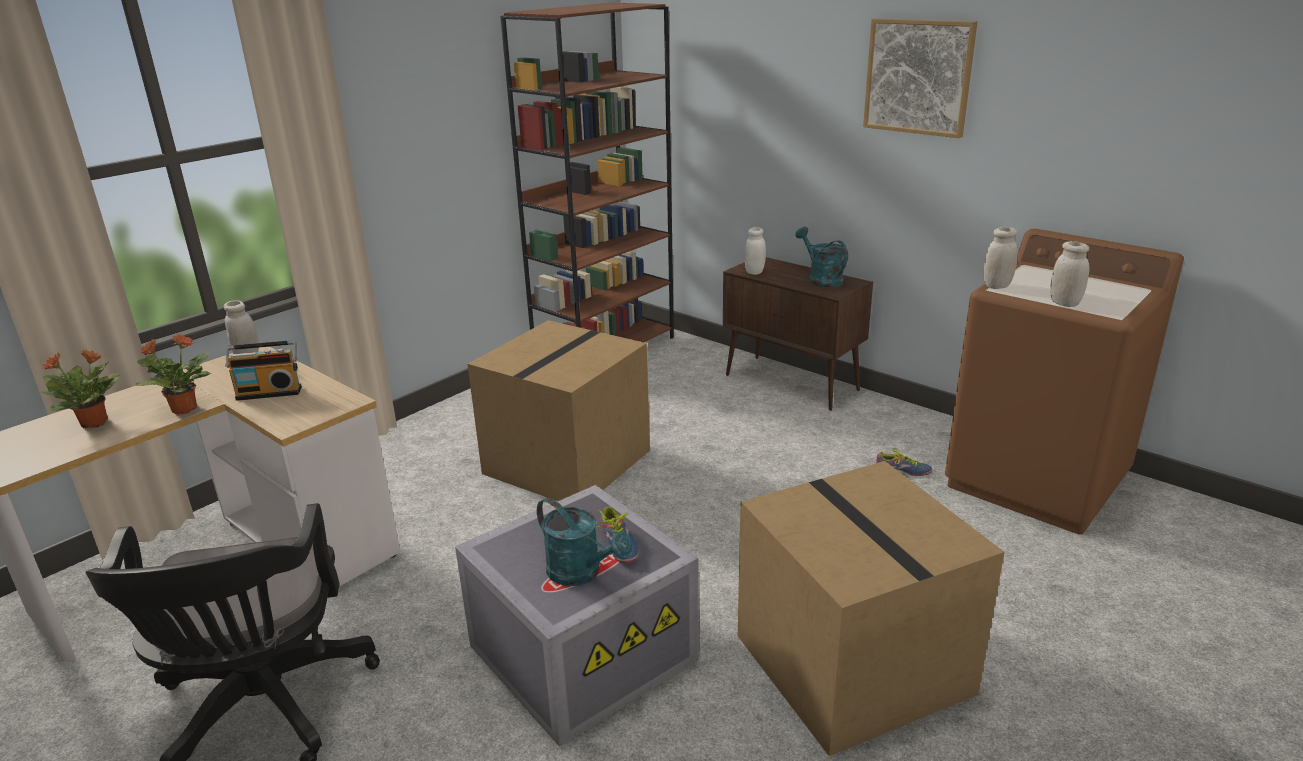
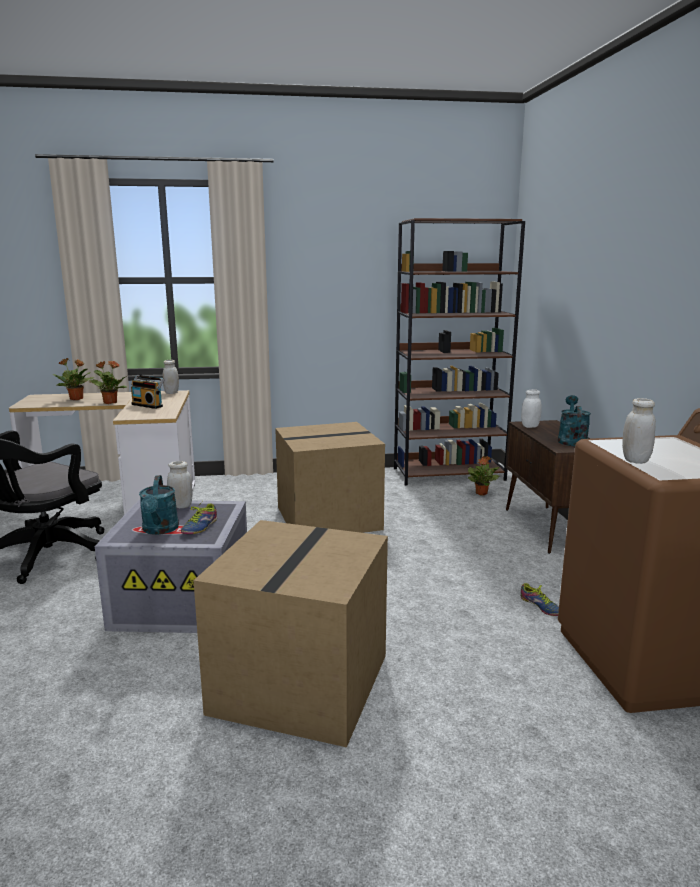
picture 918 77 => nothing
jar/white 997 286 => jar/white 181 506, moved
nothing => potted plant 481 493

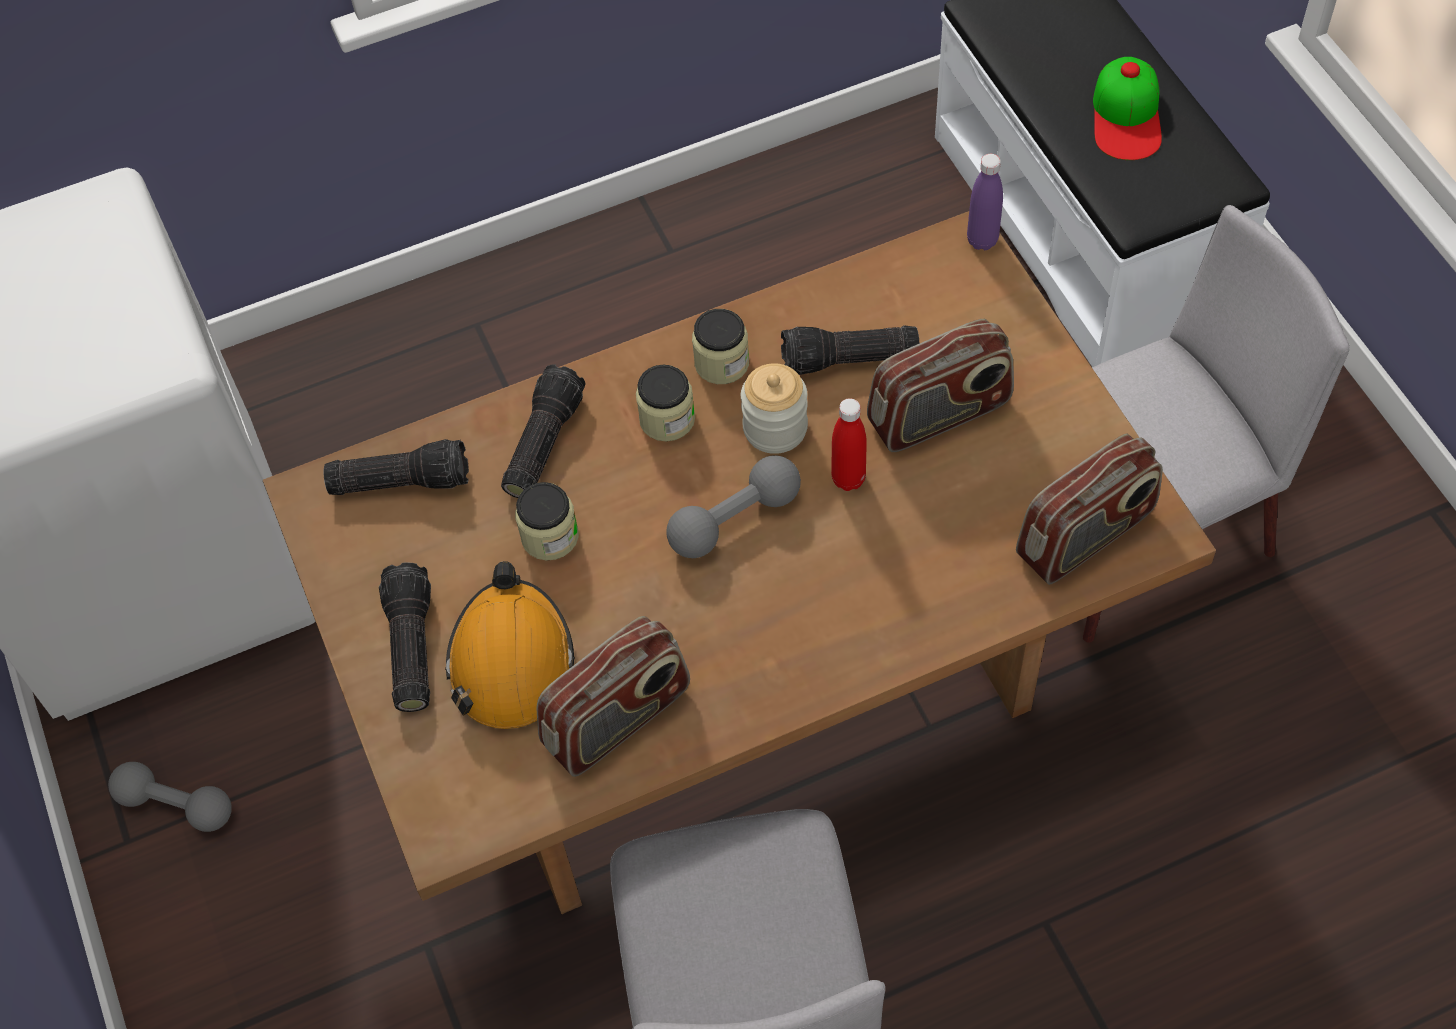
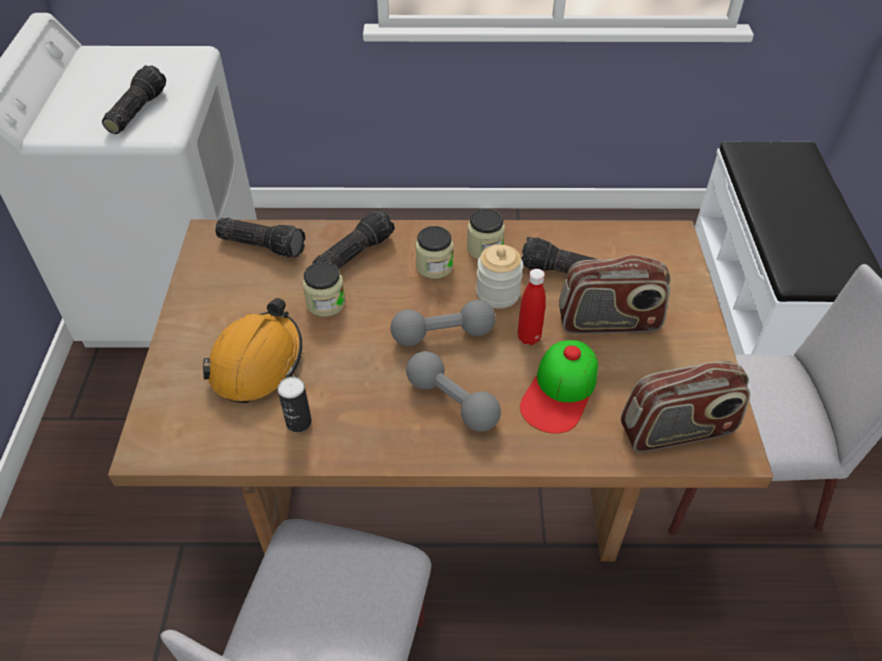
cap 1127 116 => cap 560 391, moved
bottle/purple 982 240 => nothing
flashlight 409 647 => flashlight 136 111, moved
radio 618 719 => can 299 422
dumbbell/grey 176 805 => dumbbell/grey 452 402, moved

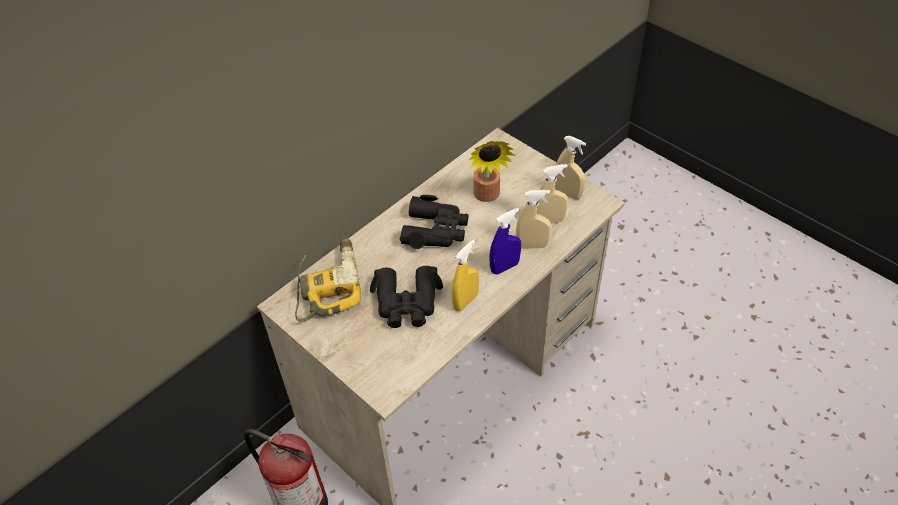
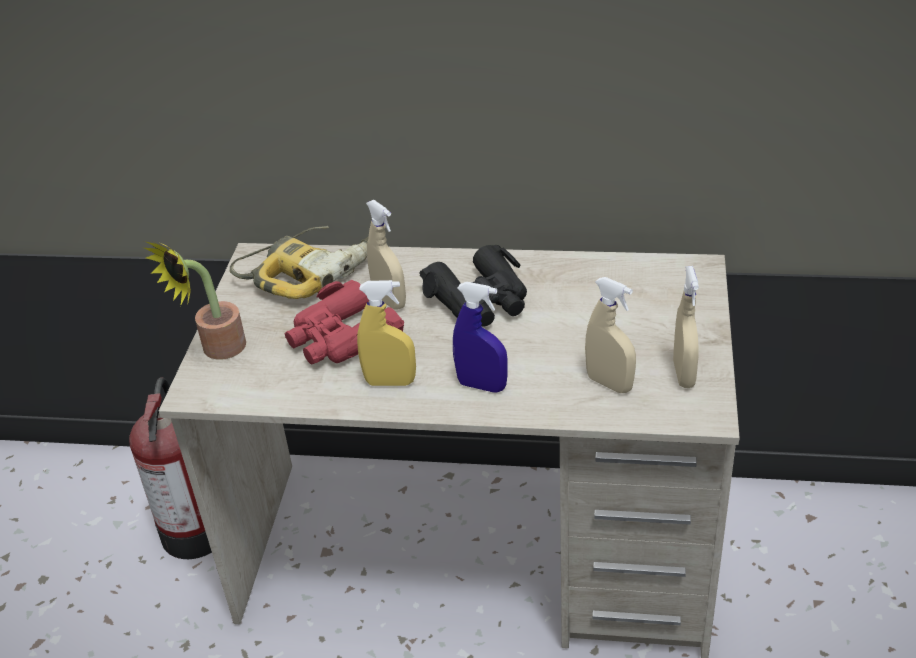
potted plant 487 196 => potted plant 216 350, moved
spray bottle/beige 532 245 => spray bottle/beige 389 300, moved
binoculars/black 407 303 => binoculars/red 342 338

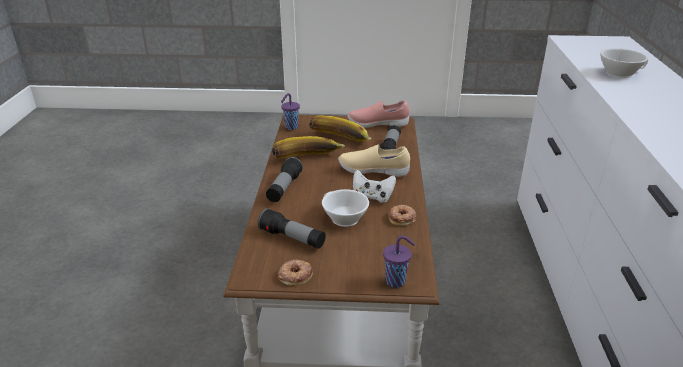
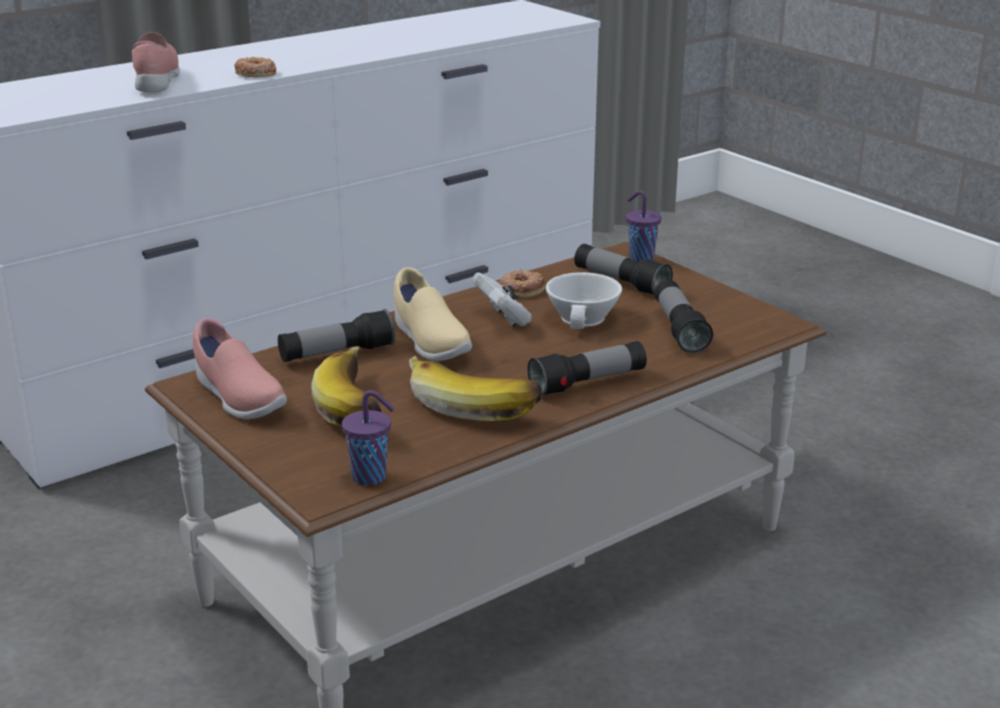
cup/white 619 72 => shoe/pink 157 81
donut 295 275 => donut 255 73, moved
nothing => flashlight 620 283

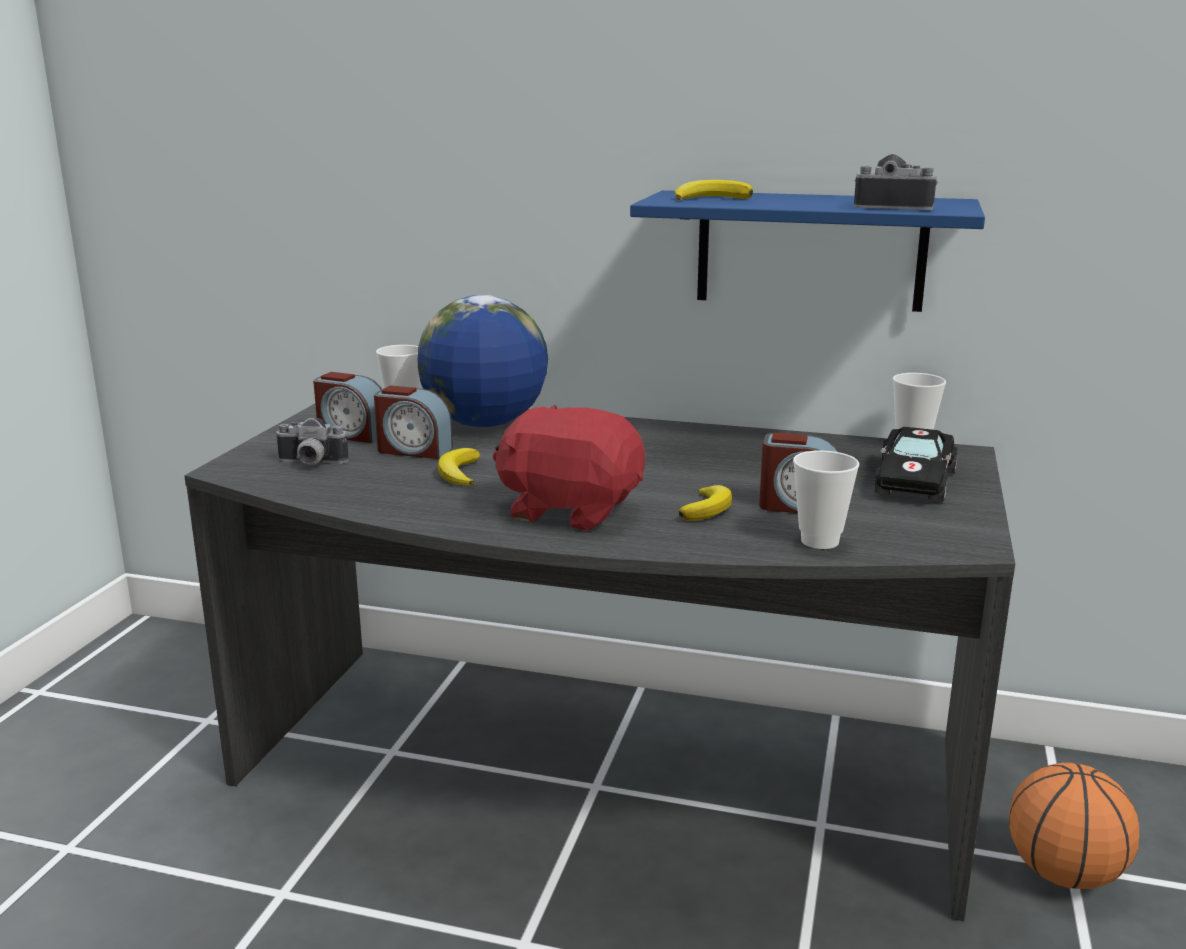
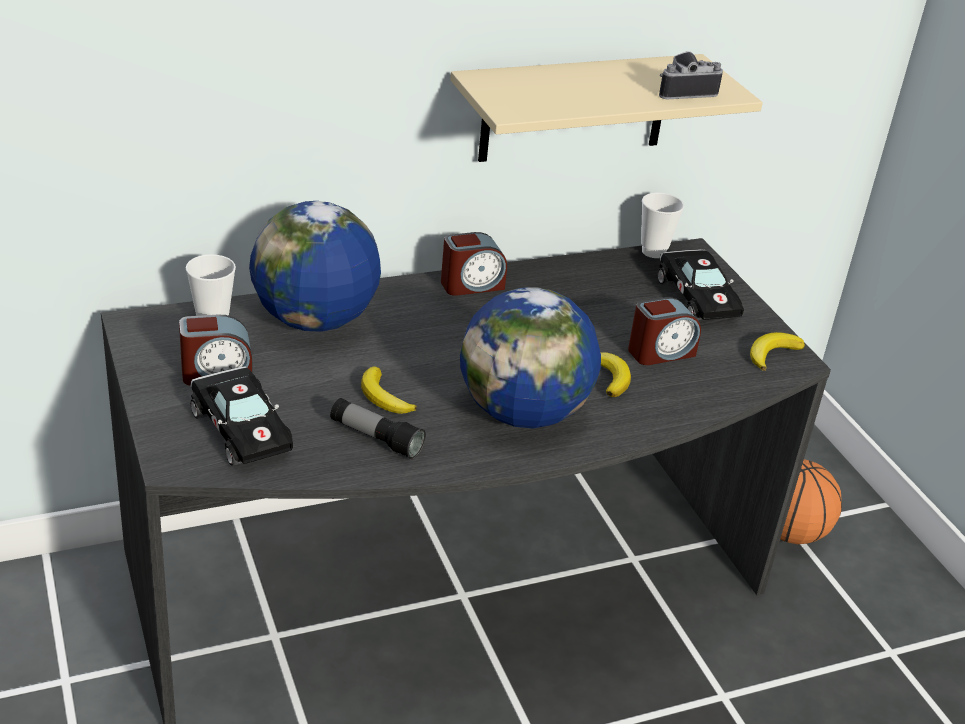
banana 711 198 => banana 772 354, moved
shelf/blue 810 250 => shelf/beige 575 107
alarm clock 413 450 => alarm clock 471 285, moved
plush toy/red 570 510 => globe 523 413
photo camera 310 463 => toy car/black 240 428
cup 819 541 => nothing
nothing => flashlight 376 438

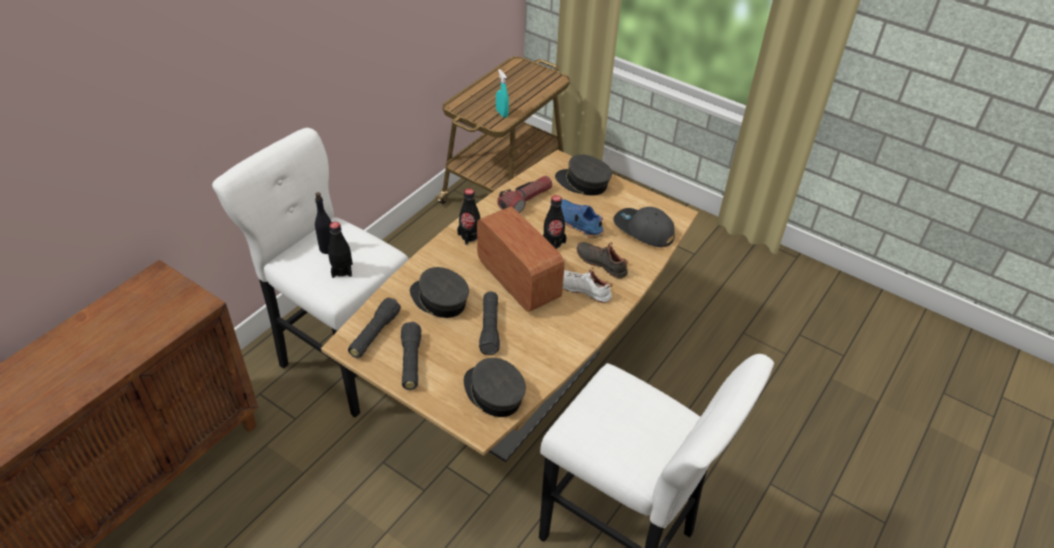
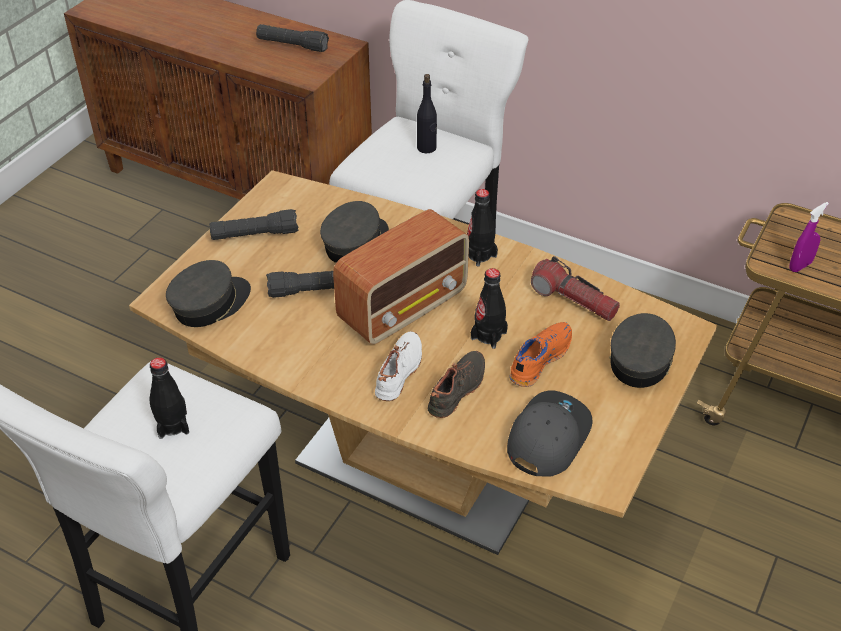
spray bottle/turquoise 502 113 => spray bottle/purple 800 266
shoe/blue 578 224 => shoe/orange 538 359
bottle/black 342 270 => bottle/black 173 425, moved
flashlight/black 375 334 => flashlight/black 292 45, moved

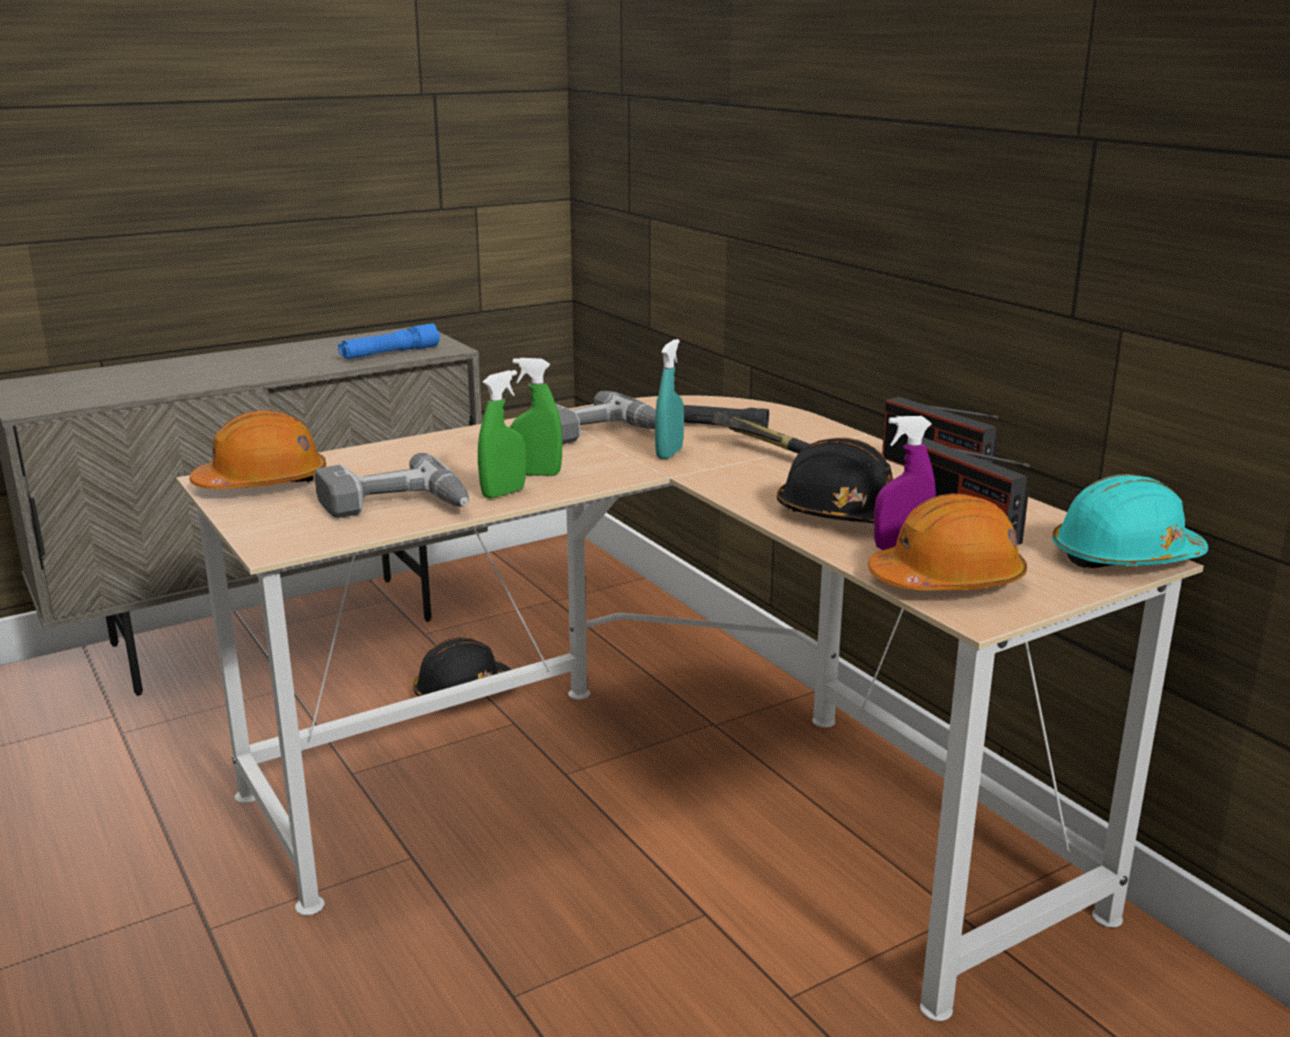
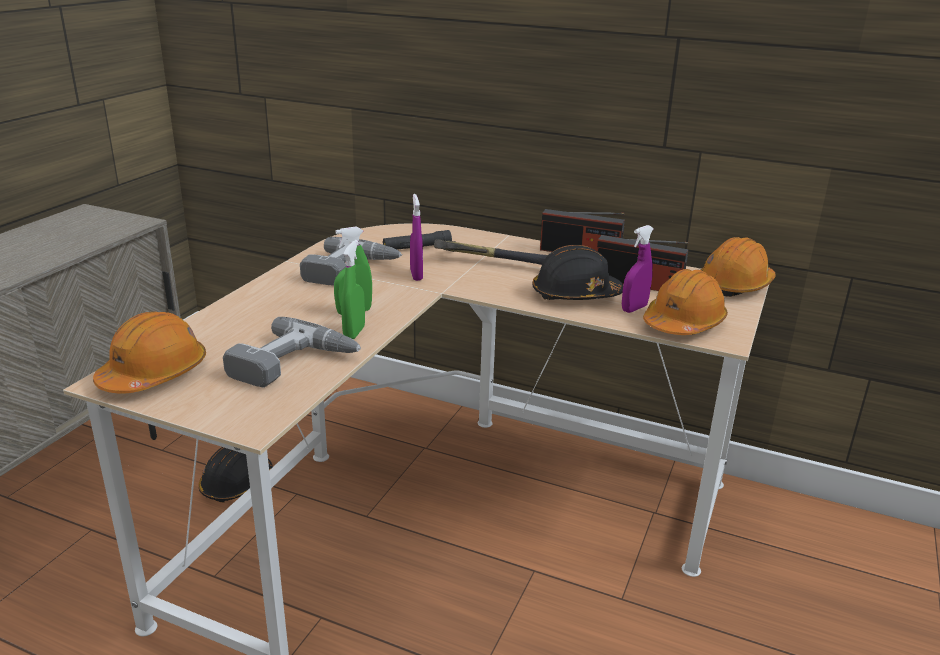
flashlight/blue 390 353 => nothing
spray bottle/turquoise 669 453 => spray bottle/purple 416 275
hard hat/turquoise 1124 557 => hard hat/orange 735 285

